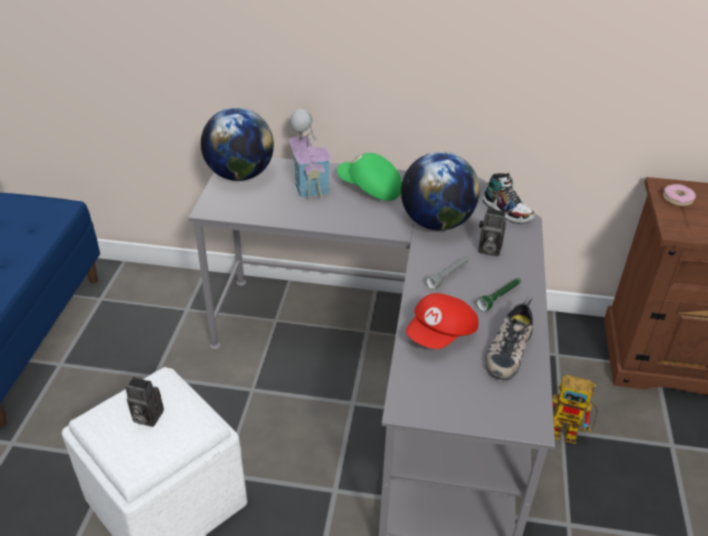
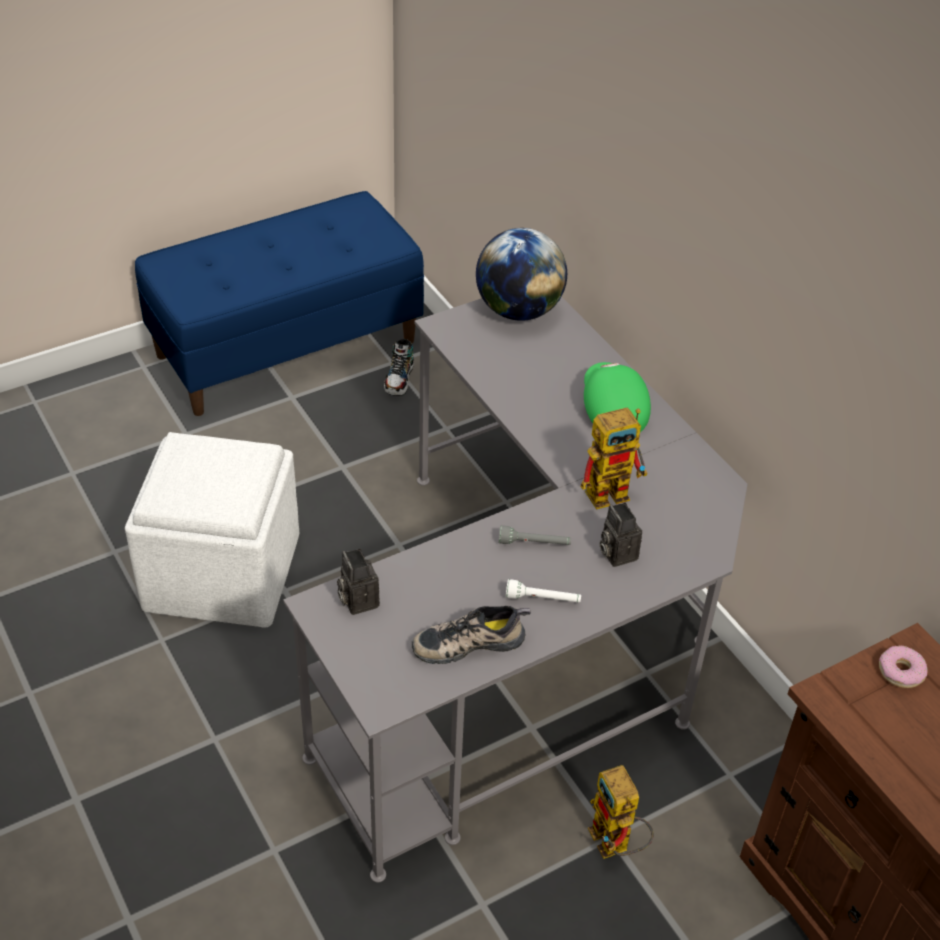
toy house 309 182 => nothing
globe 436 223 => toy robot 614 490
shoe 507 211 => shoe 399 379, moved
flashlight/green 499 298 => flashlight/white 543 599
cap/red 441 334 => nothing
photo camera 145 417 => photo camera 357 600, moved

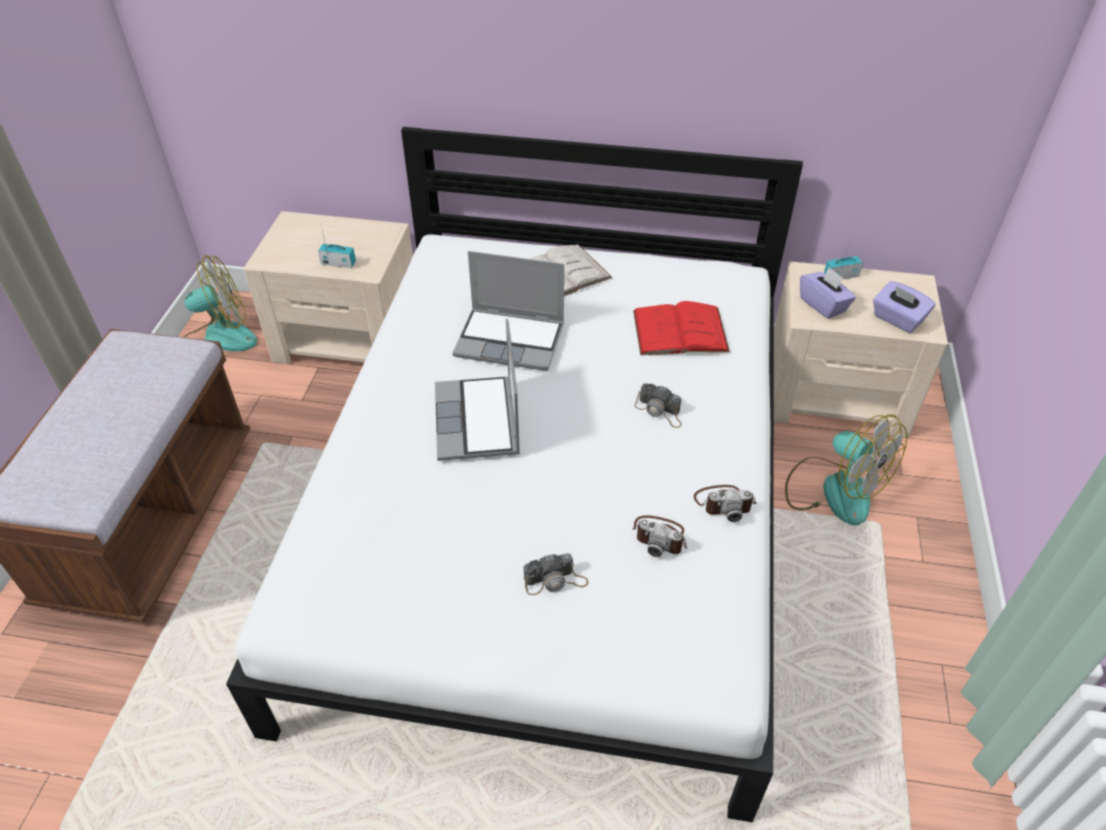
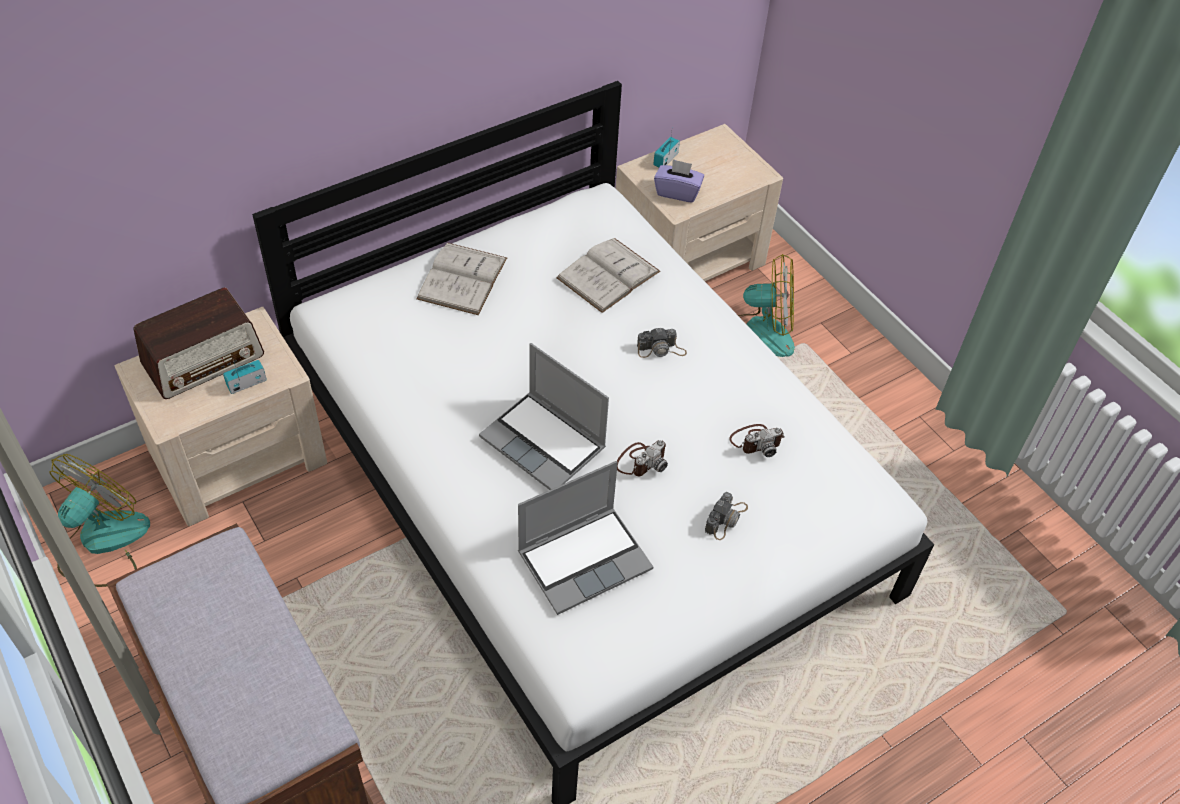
laptop 511 340 => laptop 585 559, moved
tissue box/purple 897 319 => nothing
book/red 680 331 => book/white 608 275
photo camera 724 503 => photo camera 641 461, moved
nothing => radio 204 360

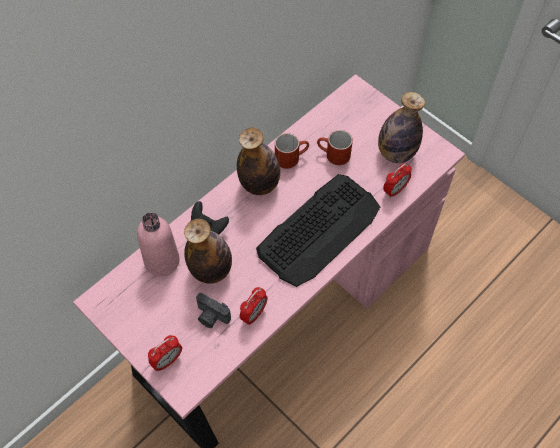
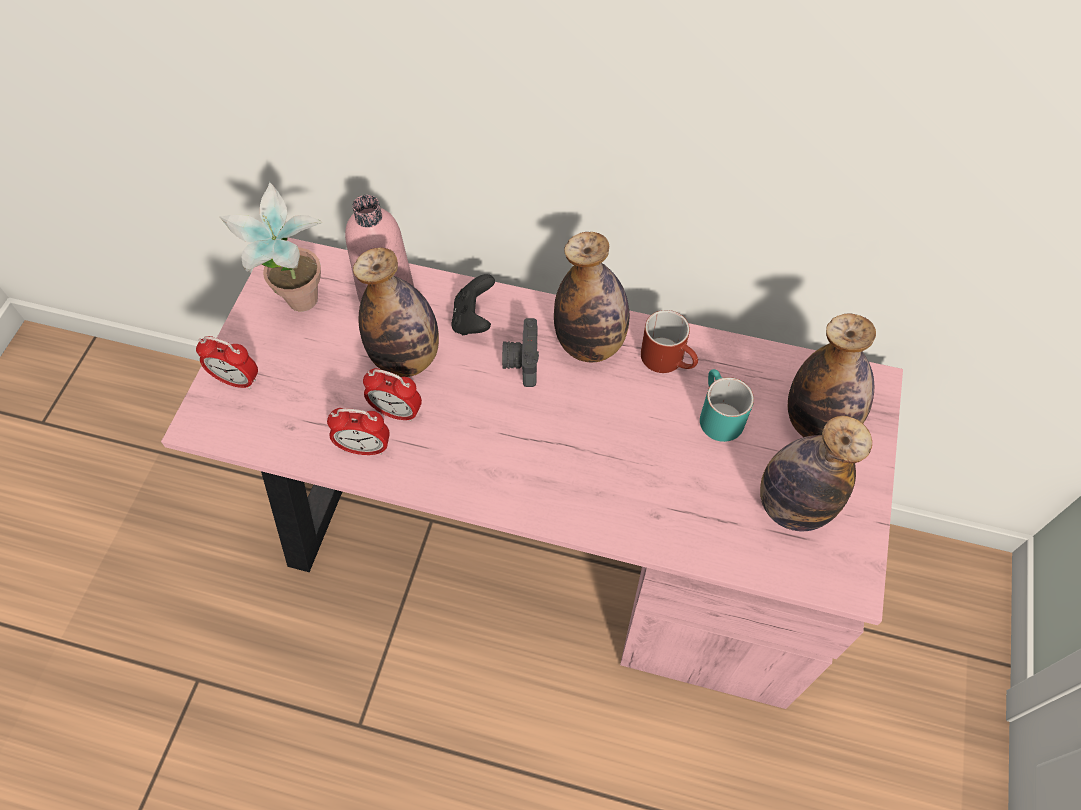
mug/red 333 155 => mug/turquoise 716 415
alarm clock 395 190 => alarm clock 396 412, moved
keyboard 319 229 => nothing
photo camera 211 317 => photo camera 521 362, moved
nothing => potted plant 301 309
nothing => bottle 818 423

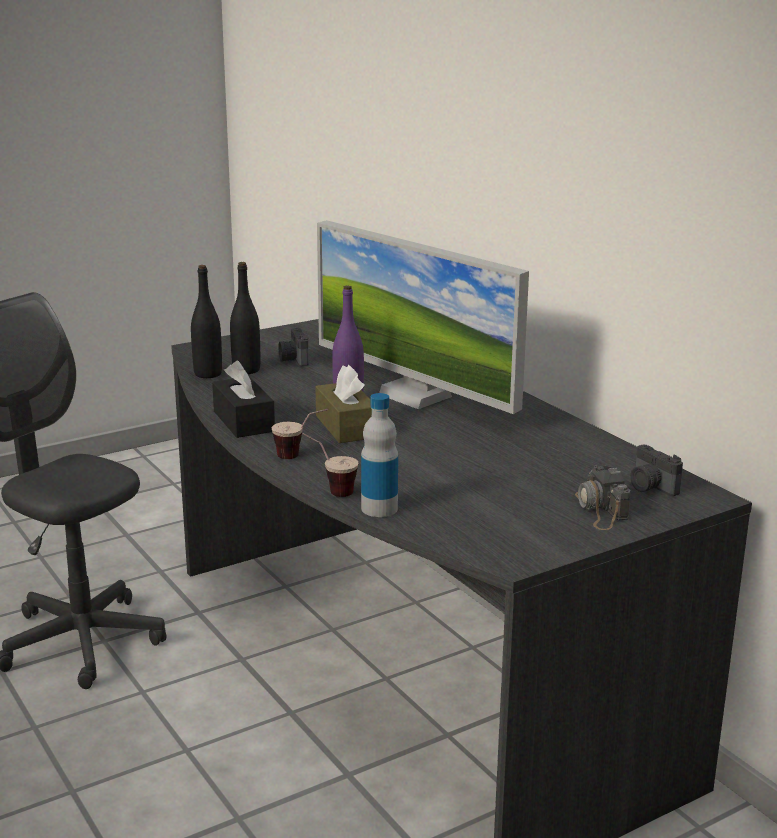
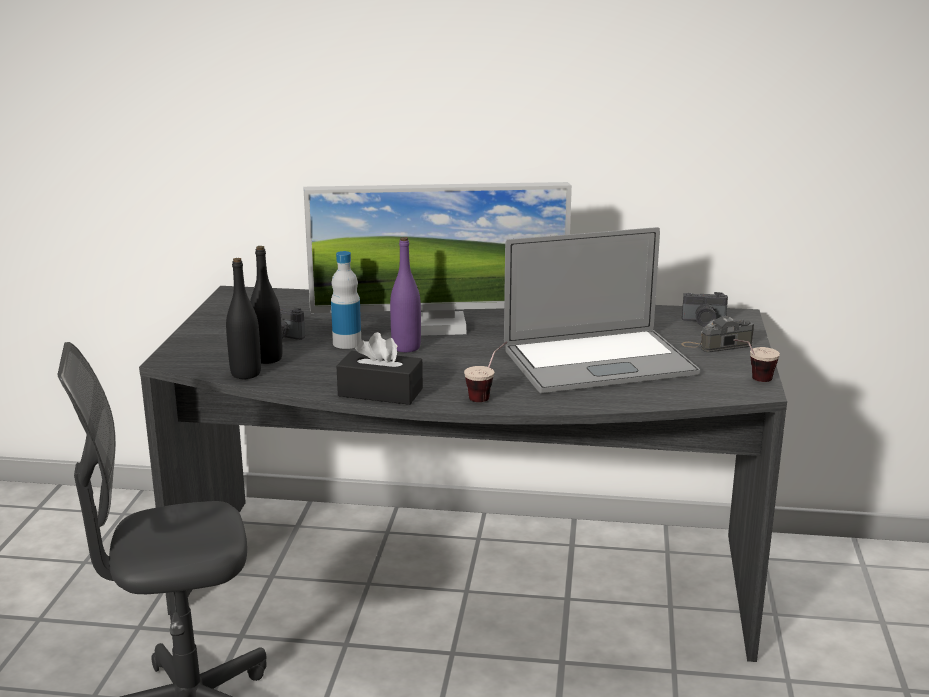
tissue box/brown 346 426 => nothing
bottle 379 508 => bottle 347 343, moved
cup 329 490 => cup 752 380, moved
photo camera 600 509 => photo camera 717 344, 135 degrees clockwise
nothing => laptop 598 362

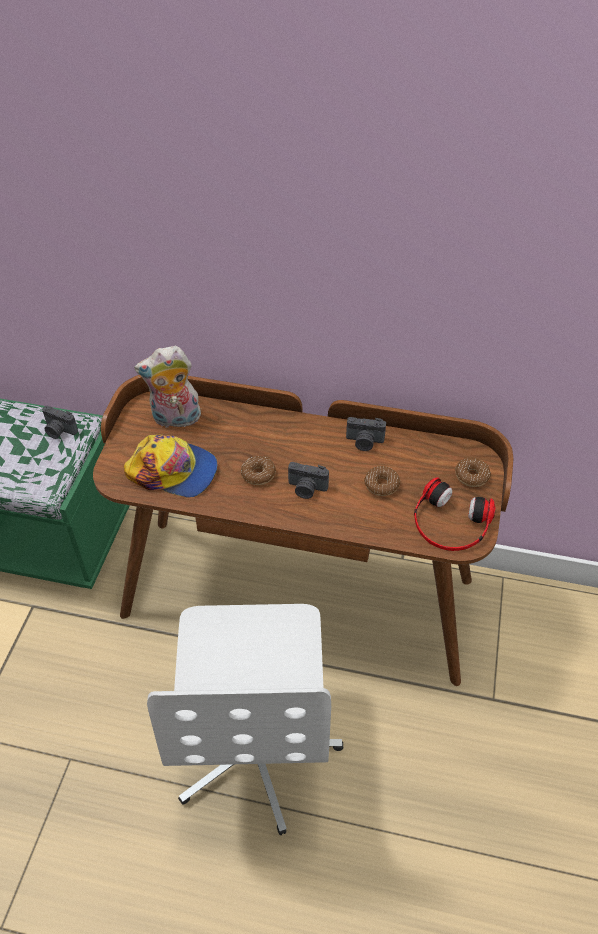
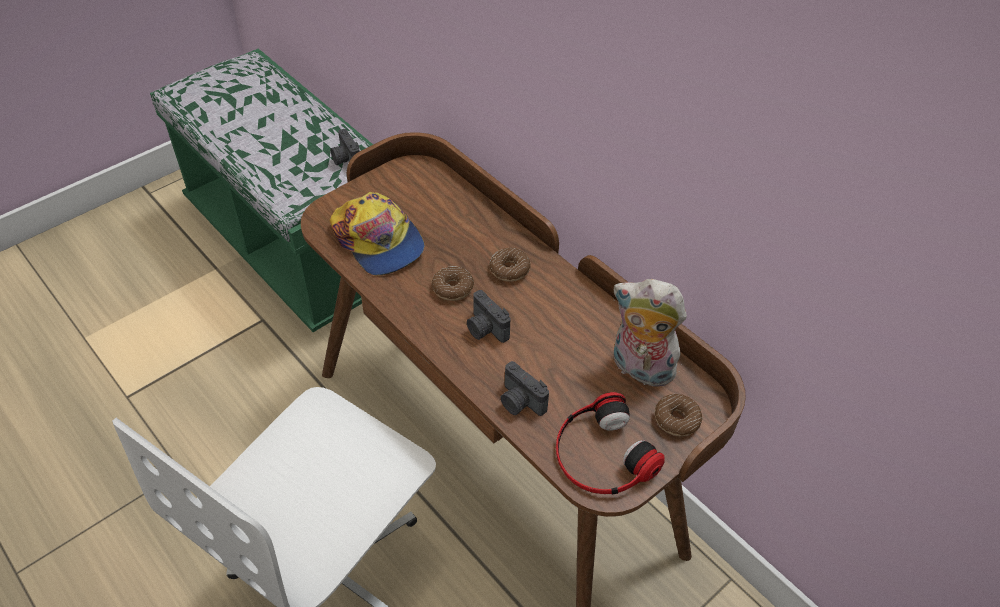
plush toy 175 419 => plush toy 639 369, moved
photo camera 364 442 => photo camera 519 402, moved
donut 381 485 => donut 509 269, moved

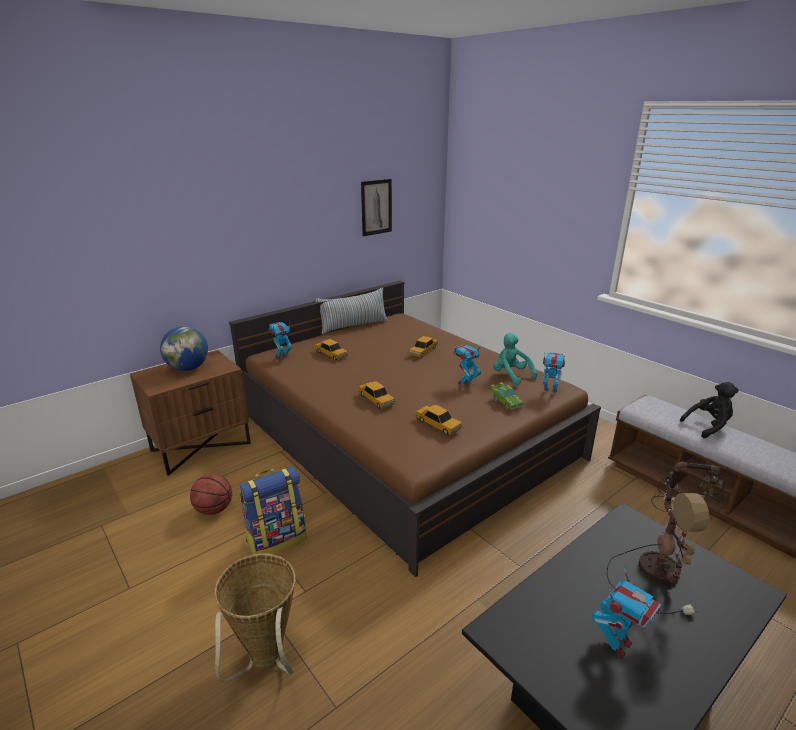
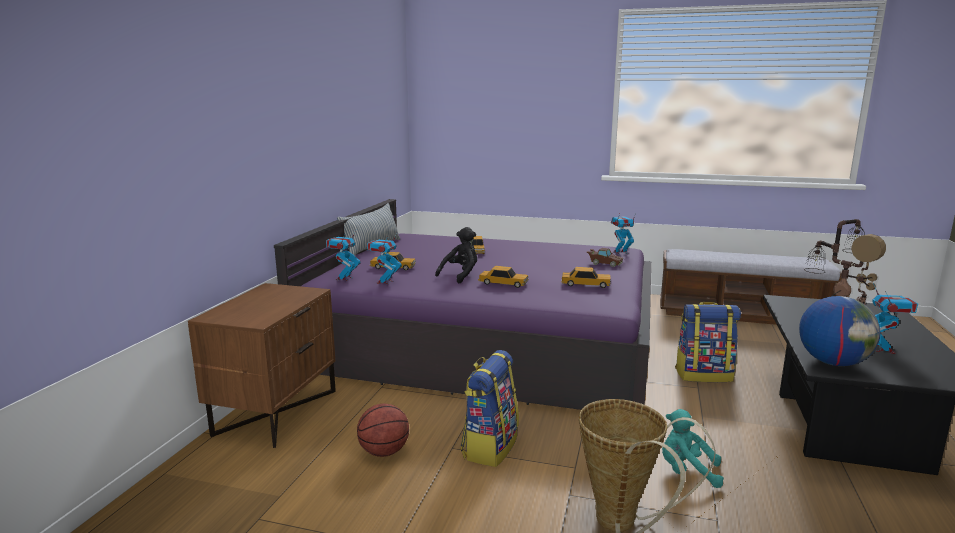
picture 376 207 => nothing
bed/brown 404 436 => bed/purple 486 341
globe 188 368 => globe 833 362, moved
plush toy/turquoise 511 375 => plush toy/turquoise 687 472, moved
toy robot 465 383 => toy robot 385 282, moved
toy car/green 505 402 => toy car/brown 604 263
plush toy/black 708 426 => plush toy/black 460 275, moved
nothing => backpack 704 375

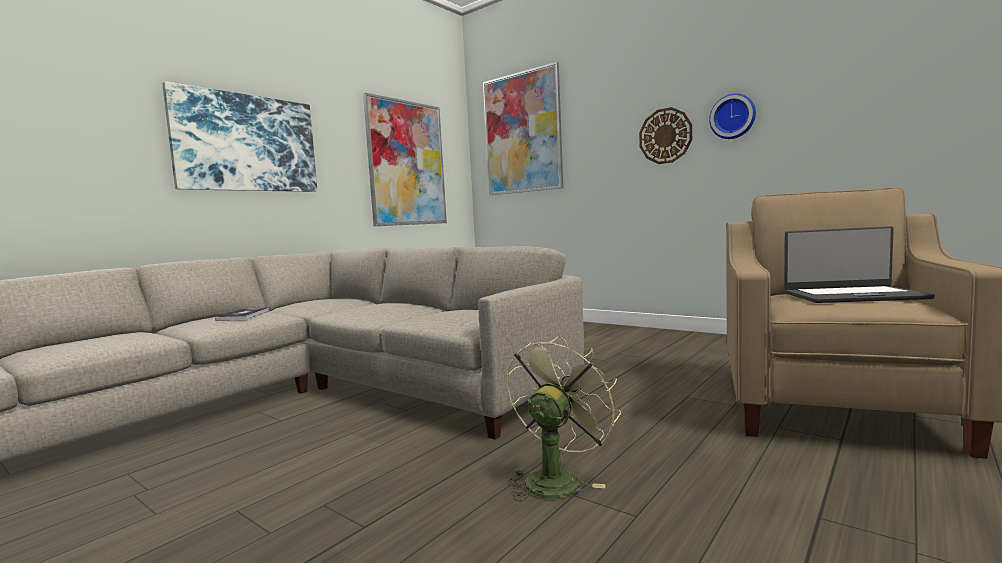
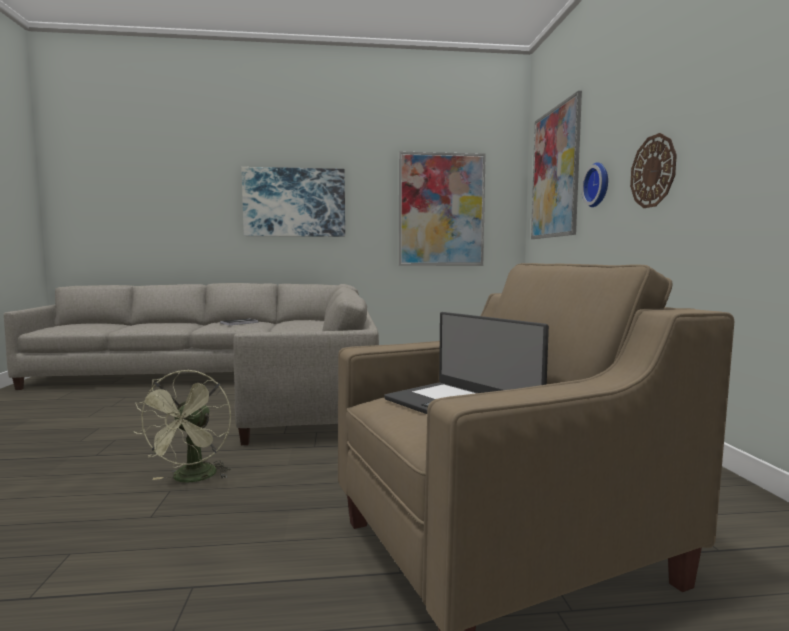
wall clock 733 117 => wall clock 598 185, moved
fan/green 556 478 => fan/green 192 479, 105 degrees clockwise

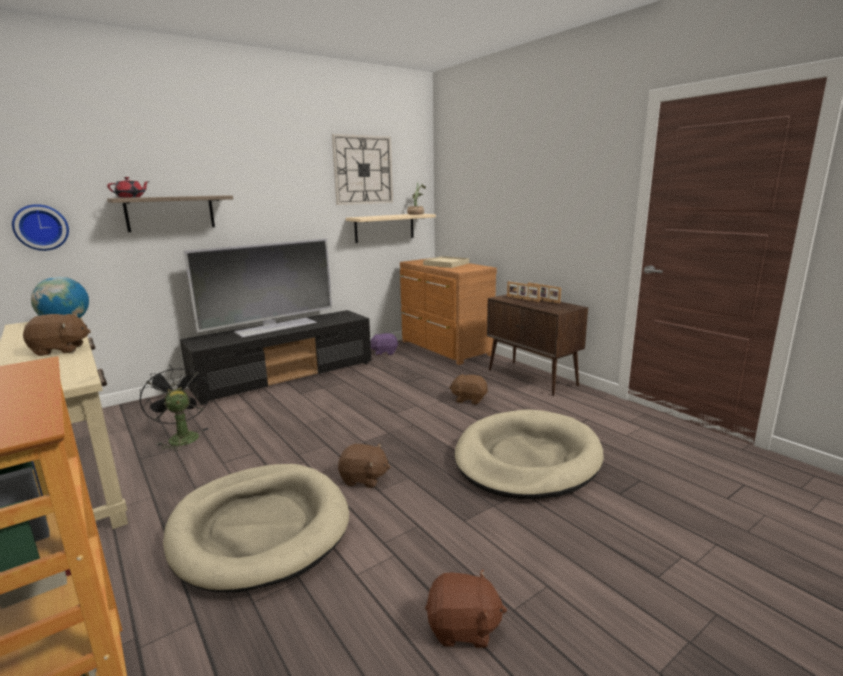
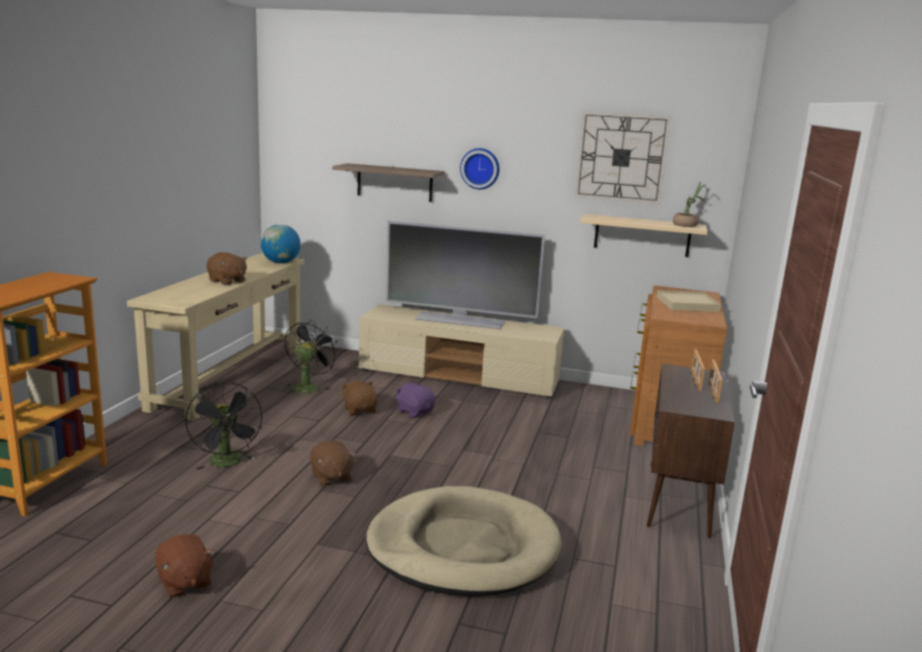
teapot/red 131 197 => nothing
wall clock 41 227 => wall clock 480 168, moved
tv stand/black 286 376 => tv stand/beige 460 376
plush toy/purple 384 352 => plush toy/purple 414 412, moved
plush toy/brown 469 399 => plush toy/brown 360 410, moved
dog bed/beige 260 528 => fan/black 227 463

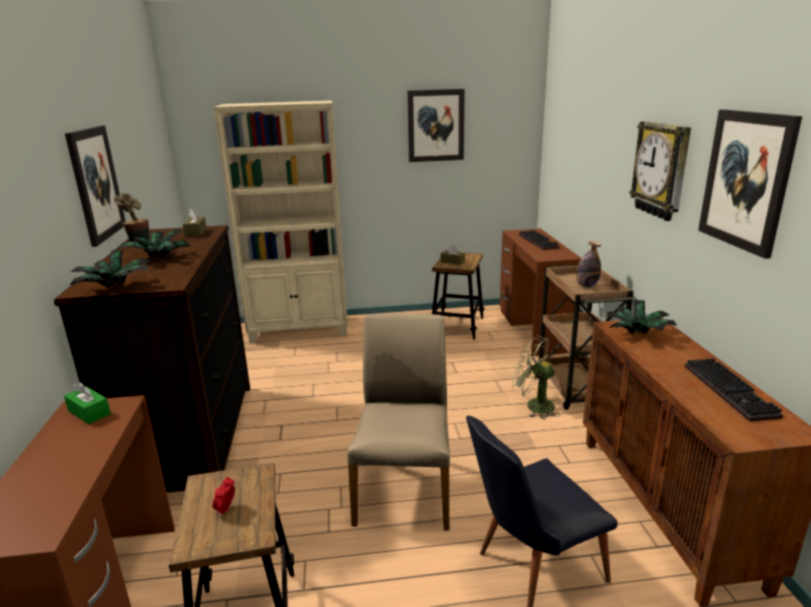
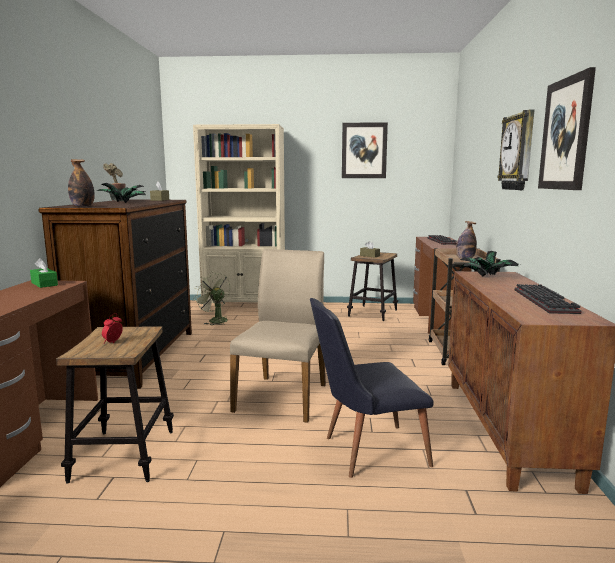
picture 96 184 => nothing
potted plant 116 287 => bottle 82 206
fan/green 533 405 => fan/green 214 320, moved

